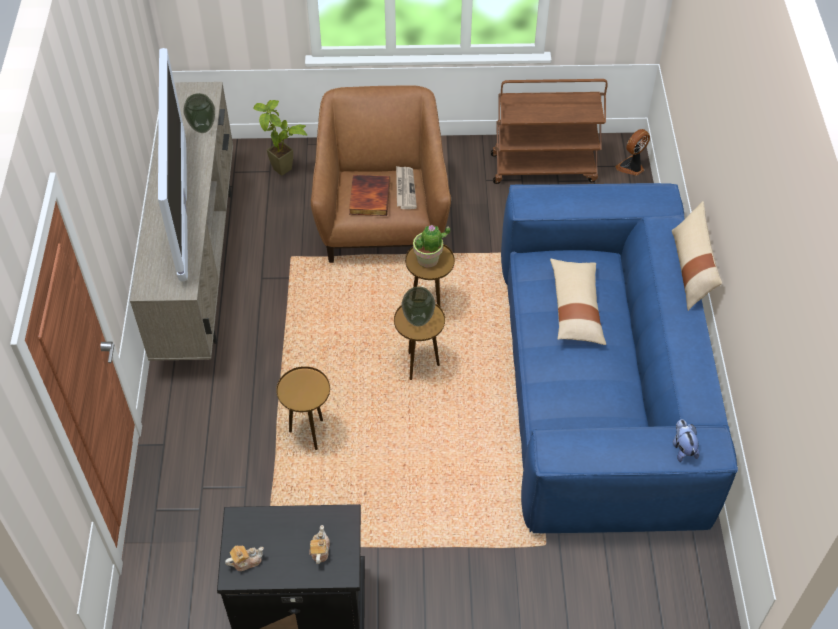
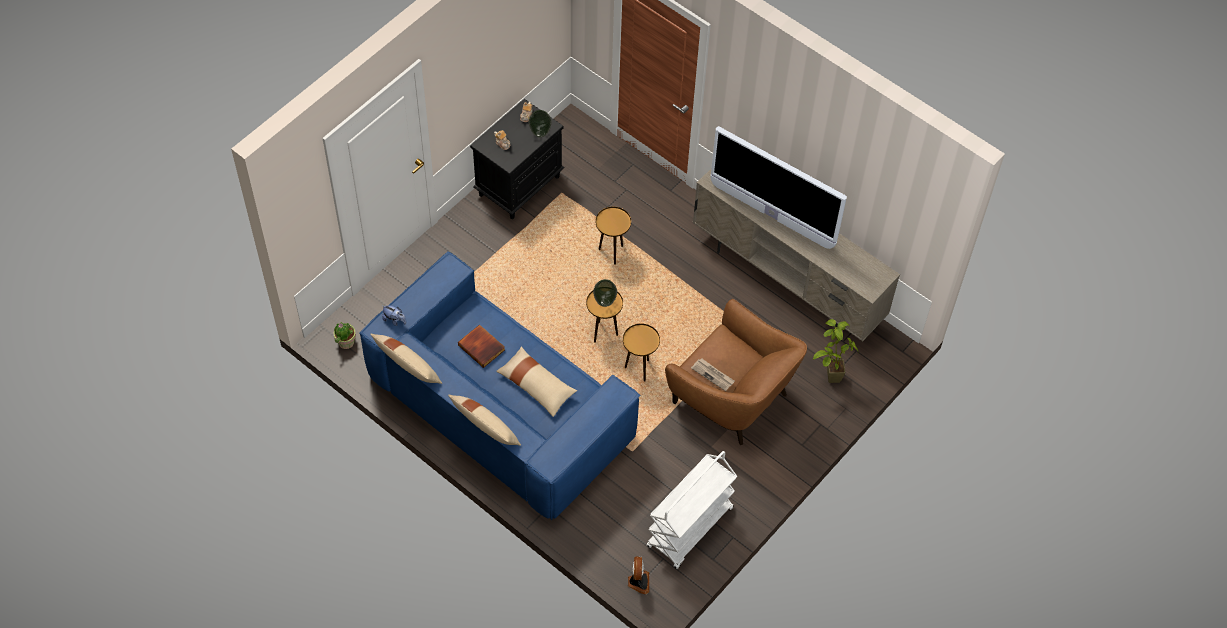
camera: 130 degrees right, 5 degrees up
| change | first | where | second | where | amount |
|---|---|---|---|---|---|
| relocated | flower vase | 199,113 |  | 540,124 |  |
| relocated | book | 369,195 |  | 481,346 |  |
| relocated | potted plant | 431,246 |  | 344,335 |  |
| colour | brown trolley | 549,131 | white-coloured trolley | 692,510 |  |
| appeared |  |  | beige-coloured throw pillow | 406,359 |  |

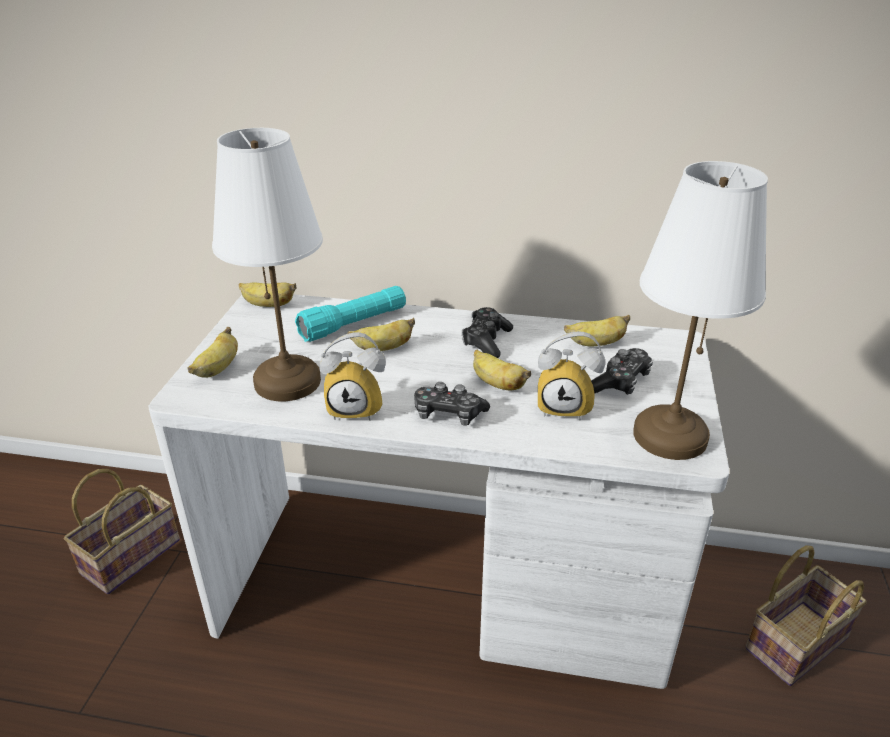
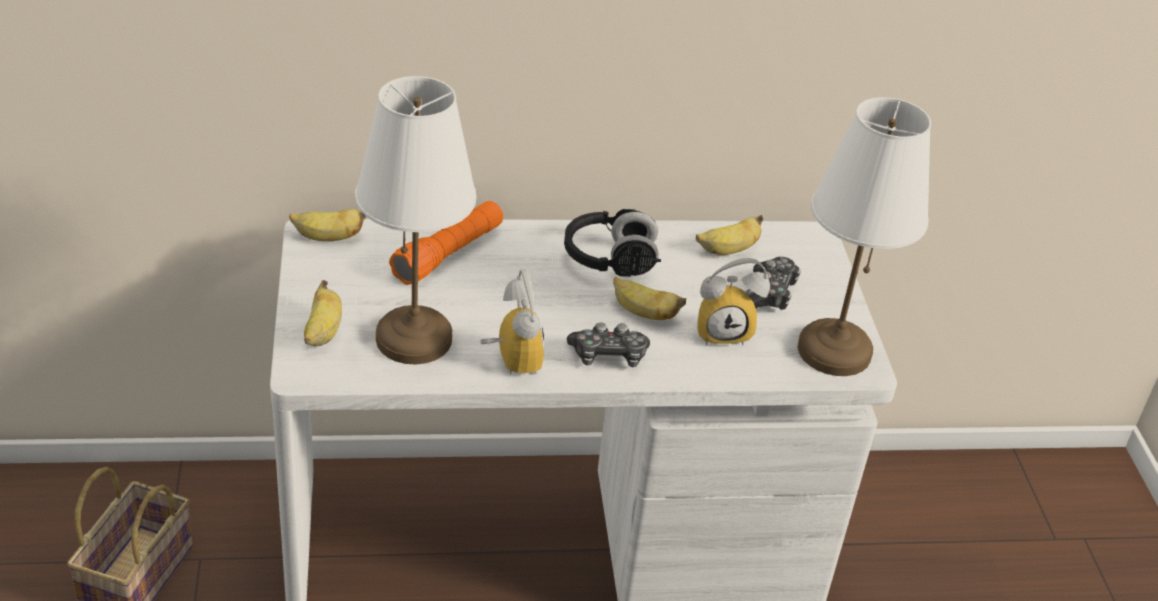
camera: 20 degrees left, 5 degrees up
| change | first | where | second | where | amount |
|---|---|---|---|---|---|
| colour | turquoise-coloured flashlight | 350,314 | orange flashlight | 446,243 |  |
| spun | alarm clock | 353,376 |  | 512,321 | 90 degrees counterclockwise |
| missing | banana fruit | 381,334 |  |  |  |
| exchanged | game controller | 487,332 | black pair of headphones | 612,243 |  |
| missing | household basket | 806,615 |  |  |  |

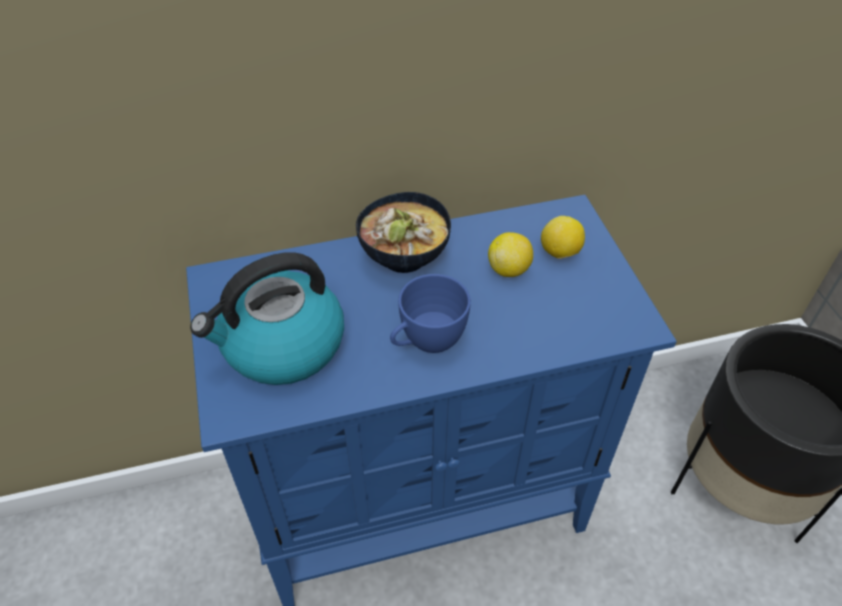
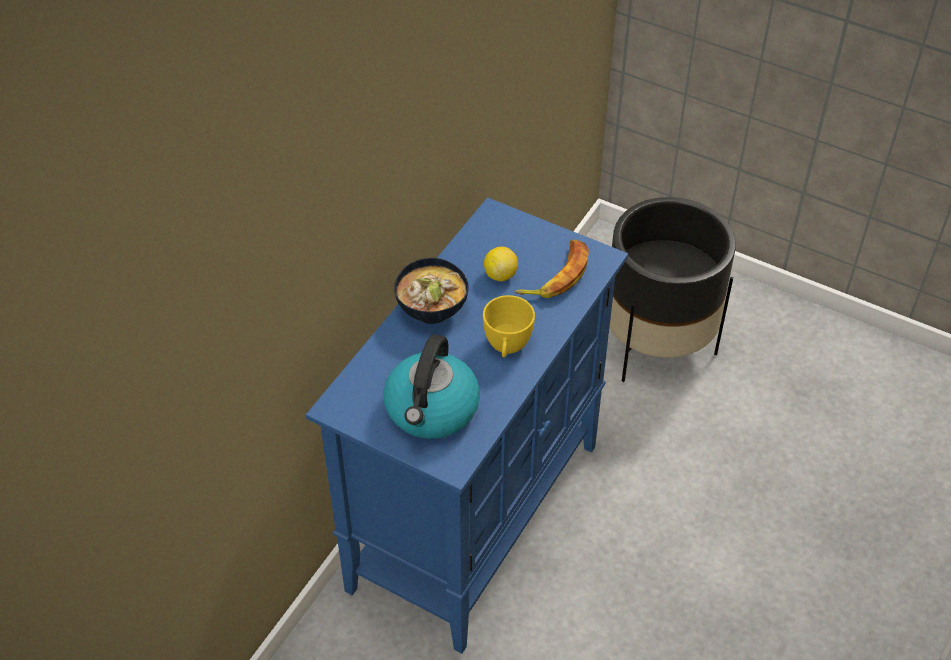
camera: 45 degrees left, 0 degrees up
| change | first | where | second | where | amount |
|---|---|---|---|---|---|
| colour | blue-coloured cup | 430,313 | yellowish cup | 509,326 |  |
| missing | citrus fruit | 563,237 |  |  |  |
| appeared |  |  | banana fruit | 551,269 |  |

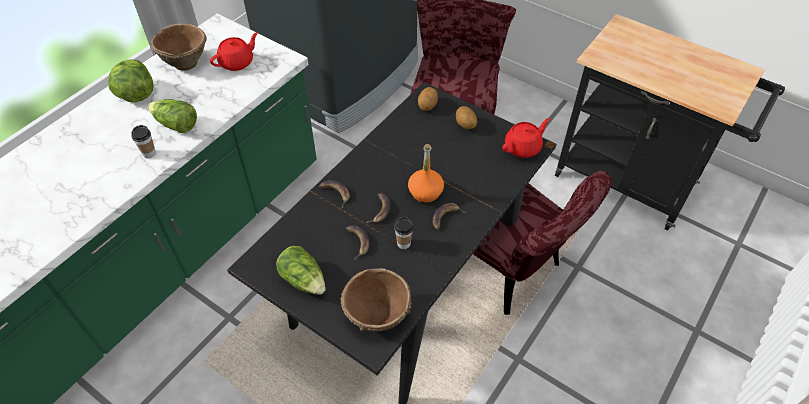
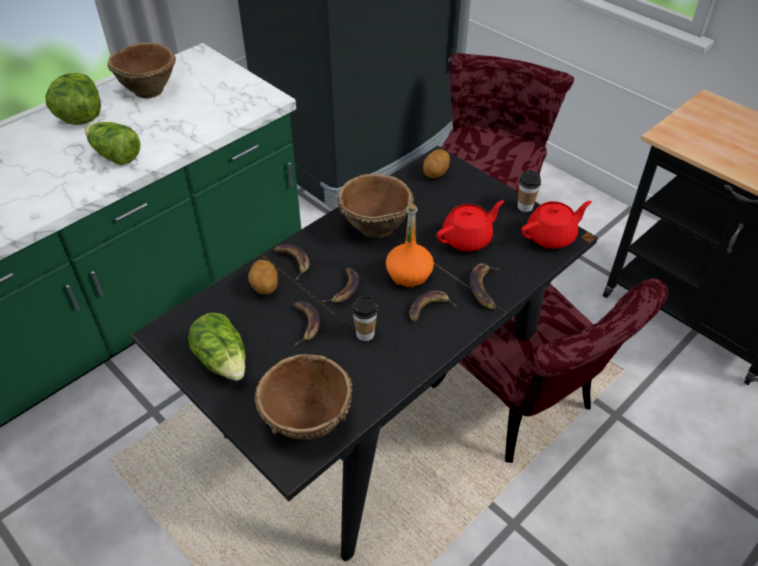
camera: 10 degrees right, 5 degrees down
| change | first | where | second | where | amount |
|---|---|---|---|---|---|
| relocated | cup | 143,141 |  | 529,191 |  |
| relocated | red-coloured teapot | 234,51 |  | 470,226 |  |
| relocated | potato | 466,117 |  | 263,277 |  |
| appeared |  |  | brown serving bowl | 375,206 |  |
| appeared |  |  | banana fruit | 484,286 |  |

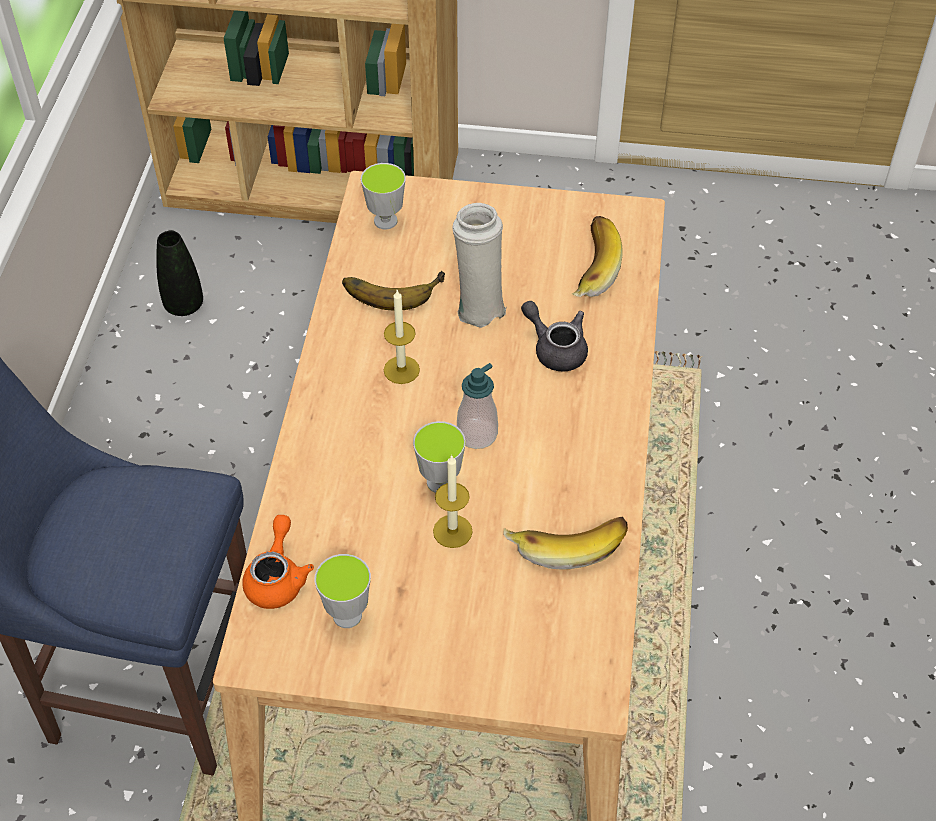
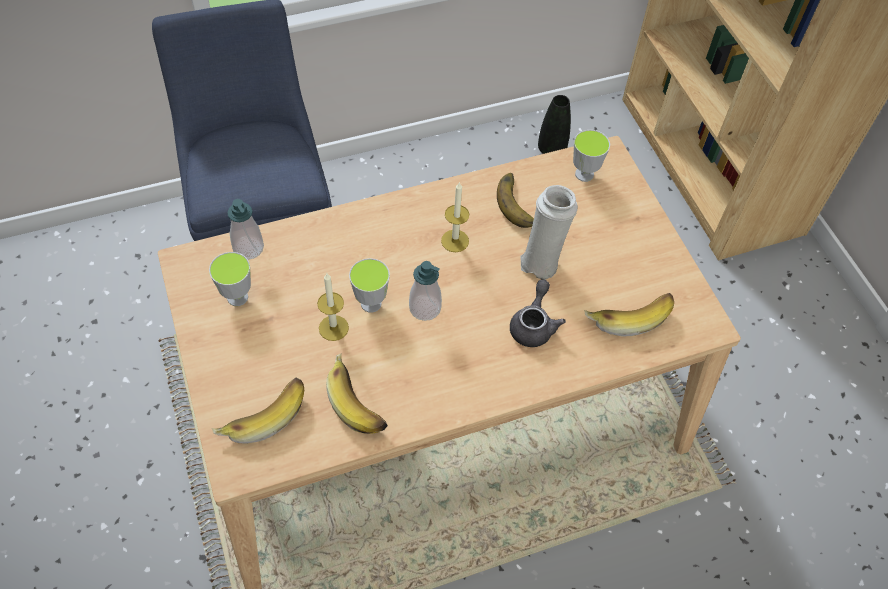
camera: 60 degrees right, 5 degrees up
| change | first | where | second | where | amount |
|---|---|---|---|---|---|
| exchanged | orange teapot | 278,562 | soap bottle | 245,229 |  |
| appeared |  |  | banana fruit | 258,410 |  |

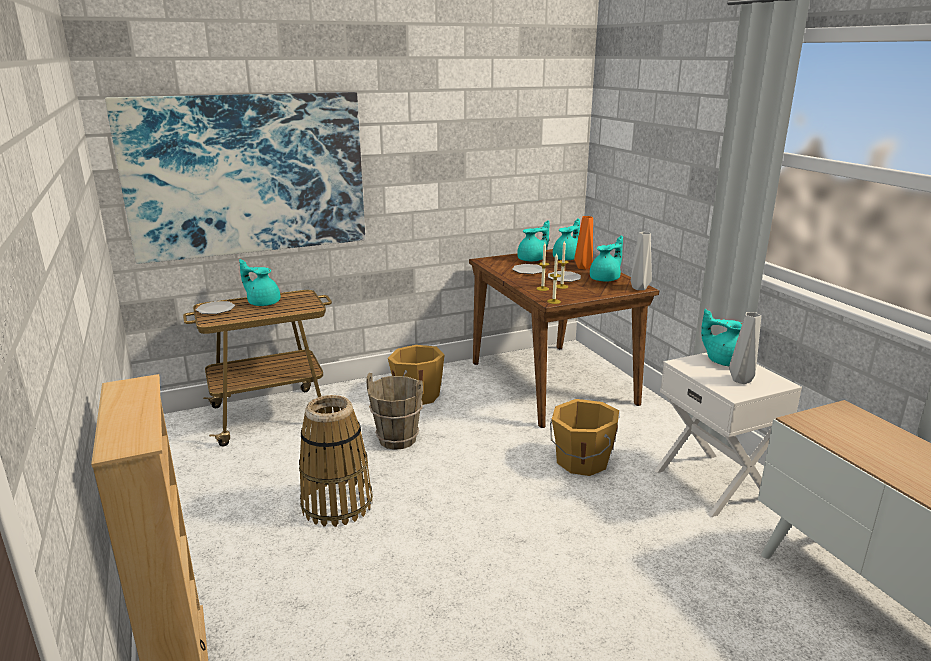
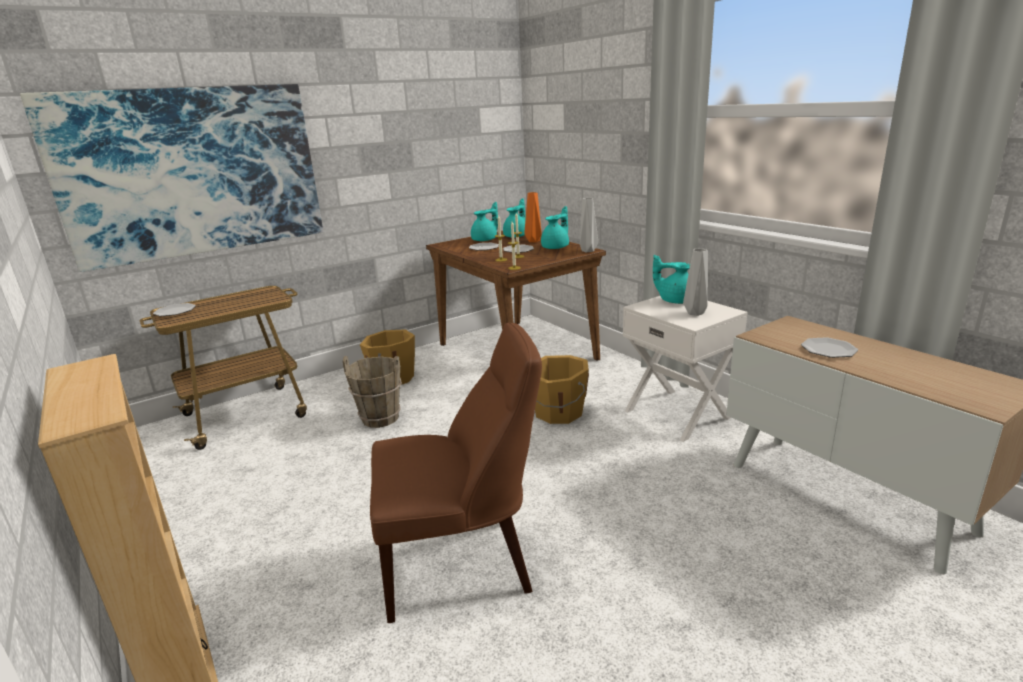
camera: 10 degrees left, 0 degrees up
| change | first | where | second | where | amount |
|---|---|---|---|---|---|
| missing | turquoise-coloured teapot | 259,282 |  |  |  |
| missing | household basket | 336,461 |  |  |  |
| appeared |  |  | brown chair | 456,472 |  |
| appeared |  |  | plate | 829,347 |  |

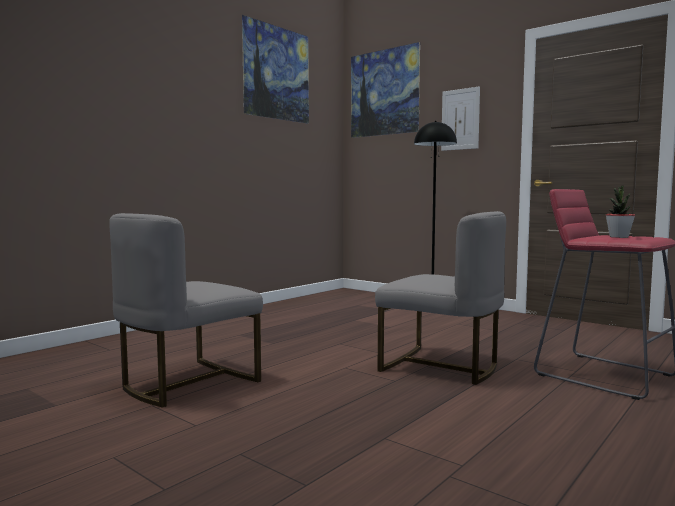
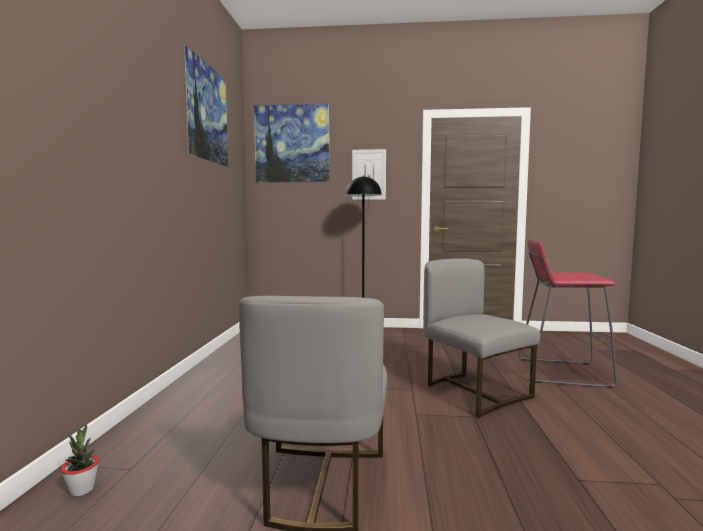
camera: 35 degrees left, 0 degrees up
| change | first | where | second | where | amount |
|---|---|---|---|---|---|
| spun | grey chair | 440,298 |  | 481,338 | 120 degrees counterclockwise |
| relocated | potted plant | 620,212 |  | 80,460 |  |

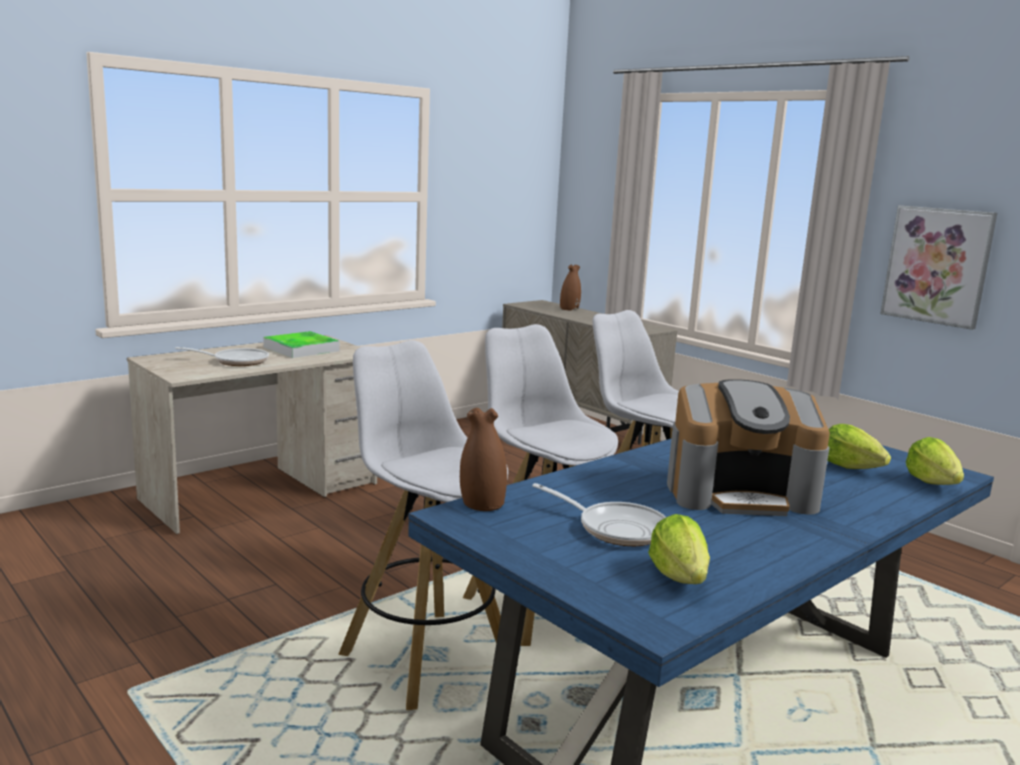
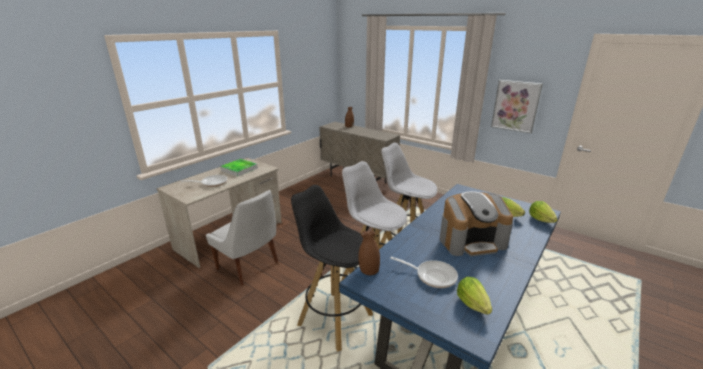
camera: 10 degrees left, 10 degrees up
| change | first | where | second | where | amount |
|---|---|---|---|---|---|
| colour | white-coloured sitting stool | 423,525 | black sitting stool | 332,268 |  |
| appeared |  |  | white-coloured chair | 242,238 |  |

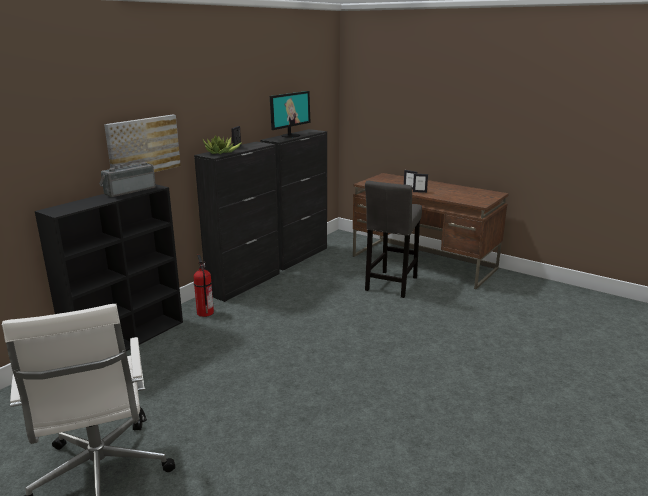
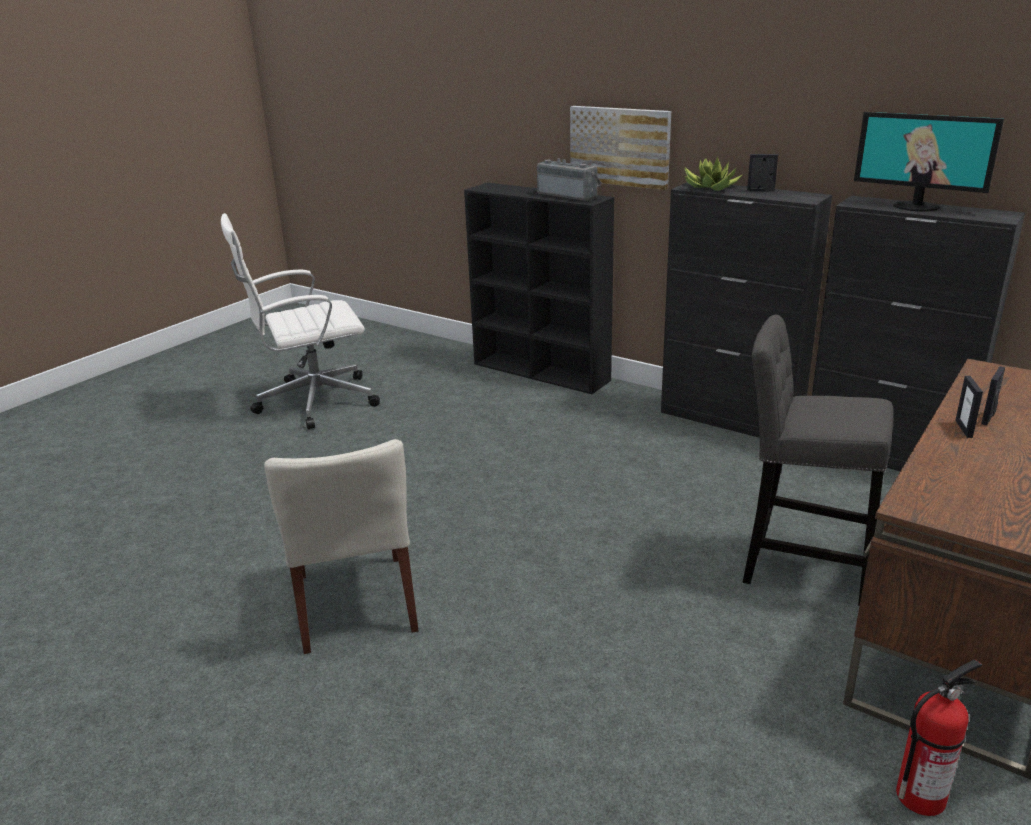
camera: 90 degrees right, 5 degrees up
| change | first | where | second | where | amount |
|---|---|---|---|---|---|
| relocated | fire-fighting cylinder | 204,285 |  | 939,738 |  |
| appeared |  |  | beige-coloured chair | 341,546 |  |

